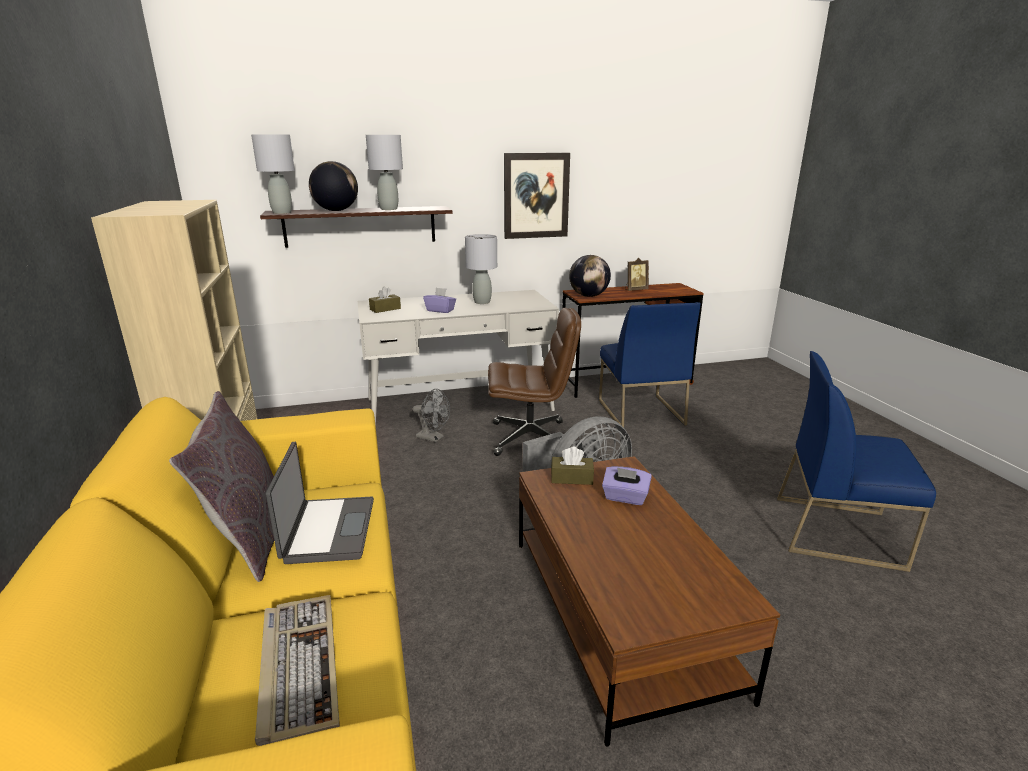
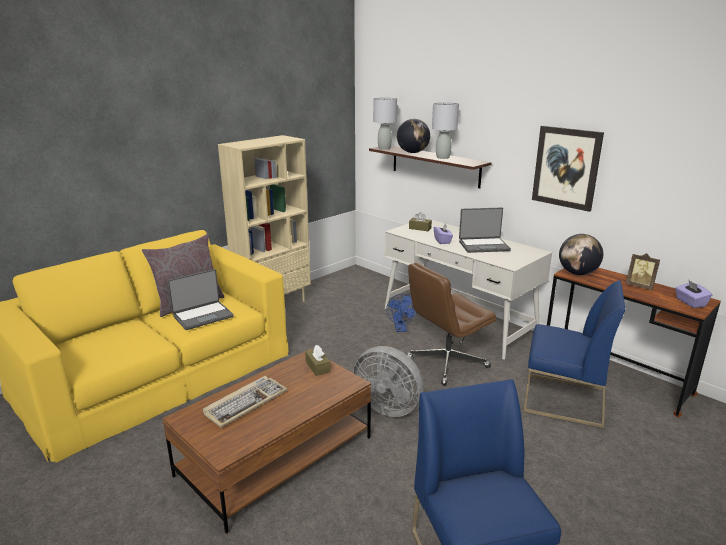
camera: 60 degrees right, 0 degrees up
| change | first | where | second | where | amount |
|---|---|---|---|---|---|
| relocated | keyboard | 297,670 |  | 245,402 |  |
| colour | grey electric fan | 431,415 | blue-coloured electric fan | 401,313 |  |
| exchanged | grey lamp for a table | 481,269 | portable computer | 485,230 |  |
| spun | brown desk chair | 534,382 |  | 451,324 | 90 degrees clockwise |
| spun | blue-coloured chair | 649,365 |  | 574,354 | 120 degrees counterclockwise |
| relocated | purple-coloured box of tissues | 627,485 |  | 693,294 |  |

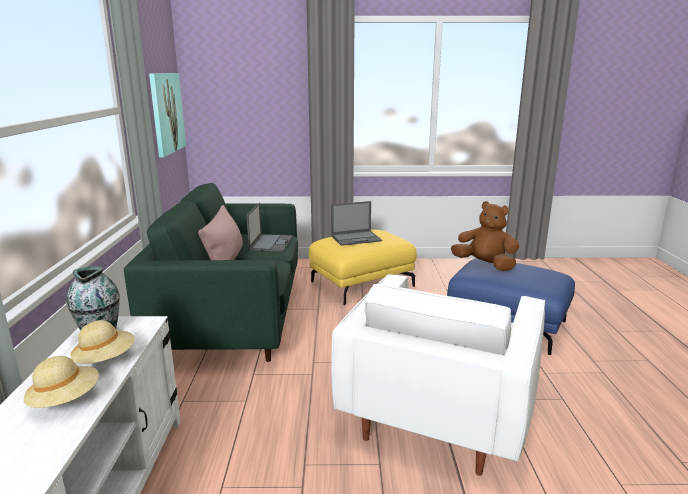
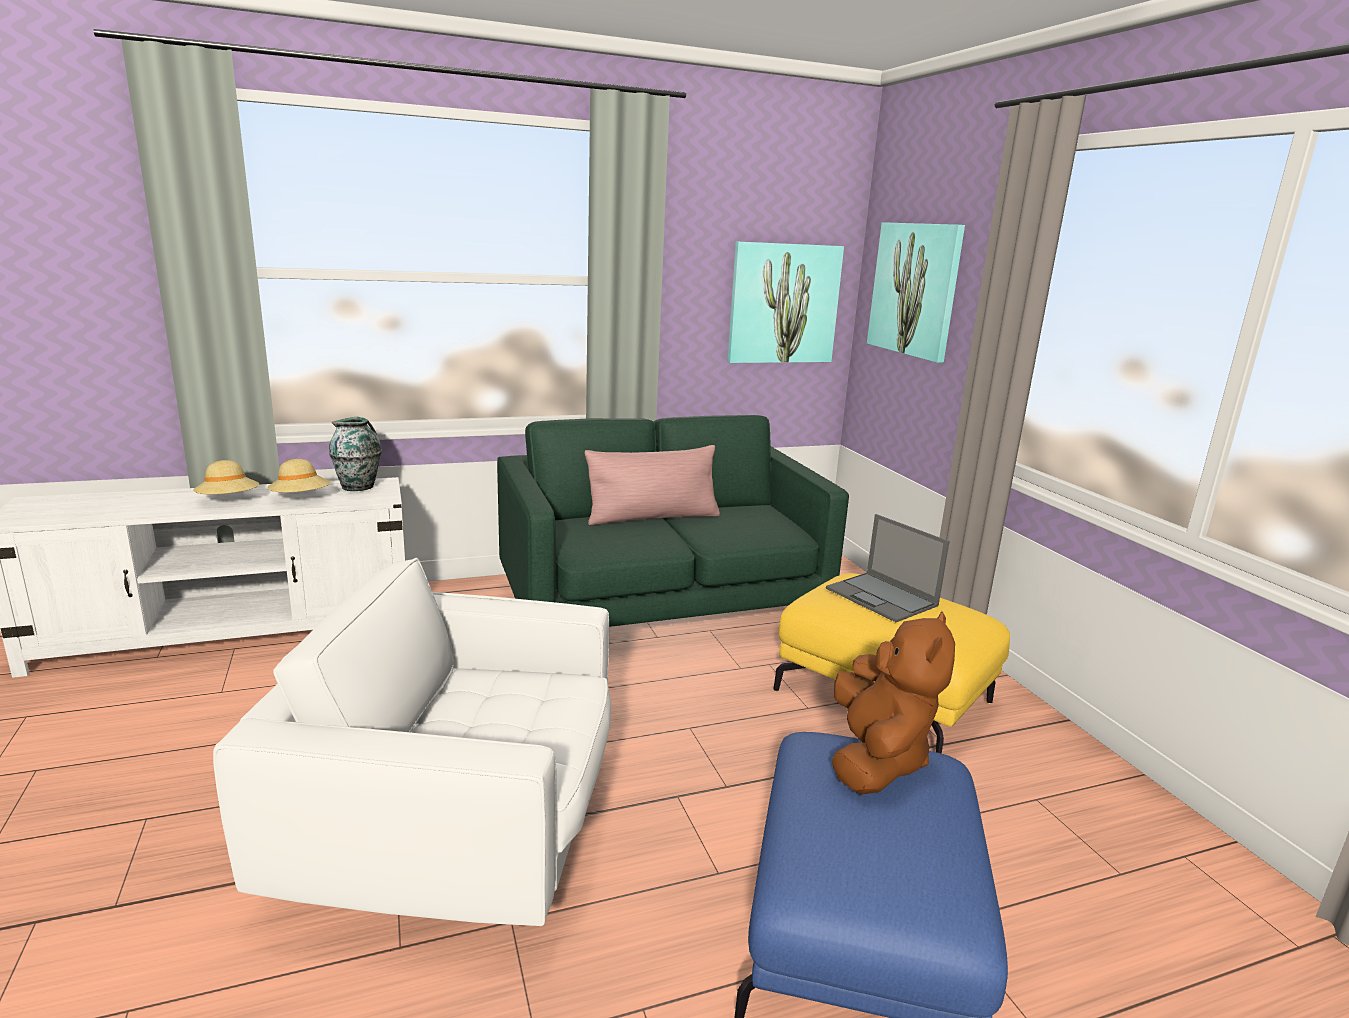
camera: 70 degrees right, 0 degrees up
| change | first | where | second | where | amount |
|---|---|---|---|---|---|
| missing | portable computer | 269,227 |  |  |  |
| appeared |  |  | picture | 916,292 |  |

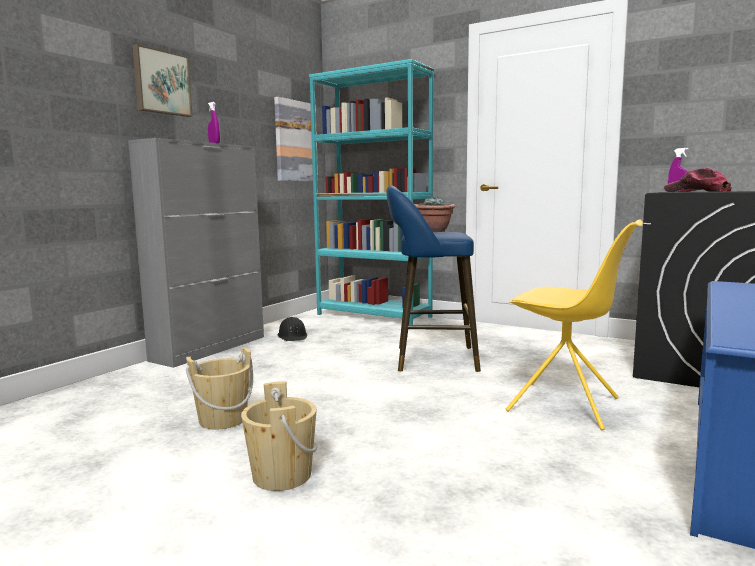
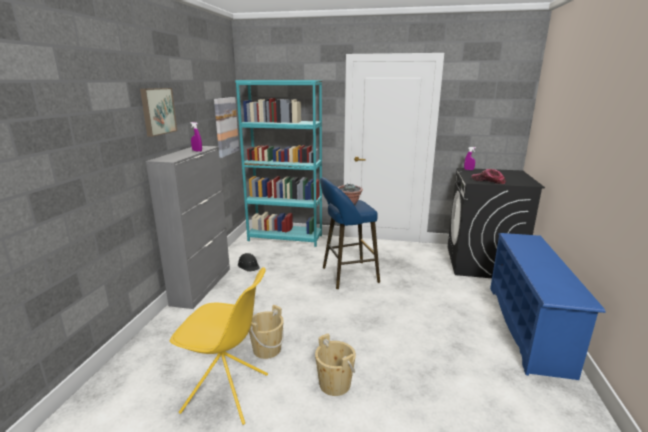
camera: 20 degrees left, 10 degrees up
| change | first | where | second | where | amount |
|---|---|---|---|---|---|
| relocated | yellowish chair | 574,324 |  | 219,346 |  |

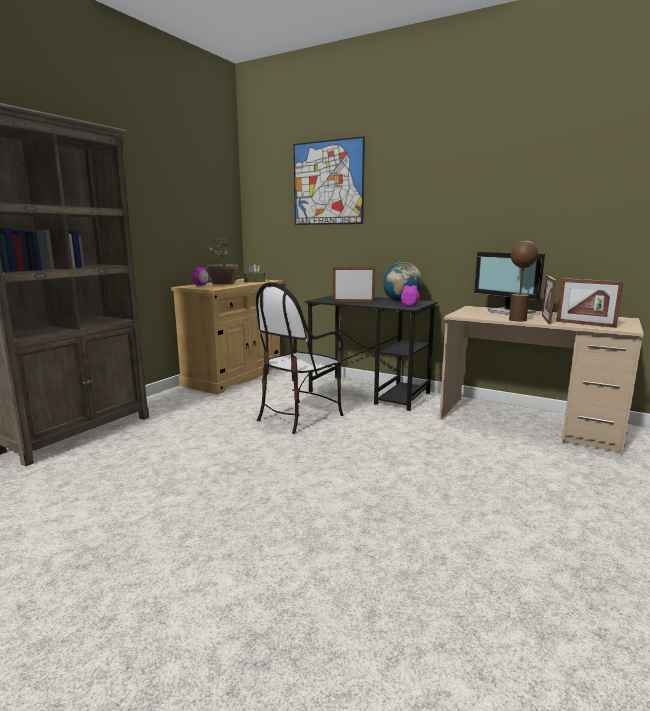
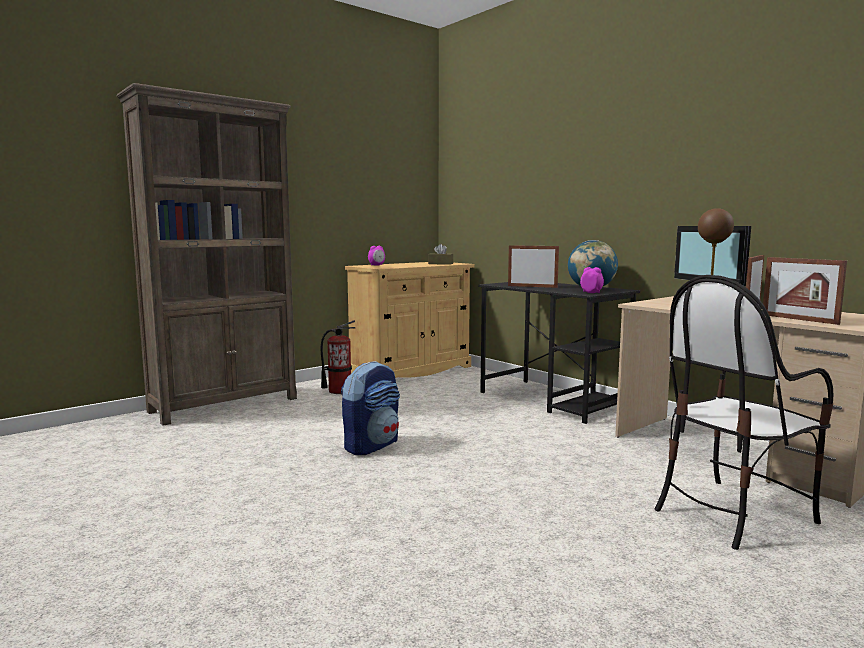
camera: 20 degrees right, 5 degrees down
| change | first | where | second | where | amount |
|---|---|---|---|---|---|
| missing | potted plant | 222,260 |  |  |  |
| relocated | chair | 300,358 |  | 744,412 |  |
| missing | picture | 329,180 |  |  |  |
| appeared |  |  | fire-fighting cylinder | 338,357 |  |
| appeared |  |  | rucksack | 370,408 |  |

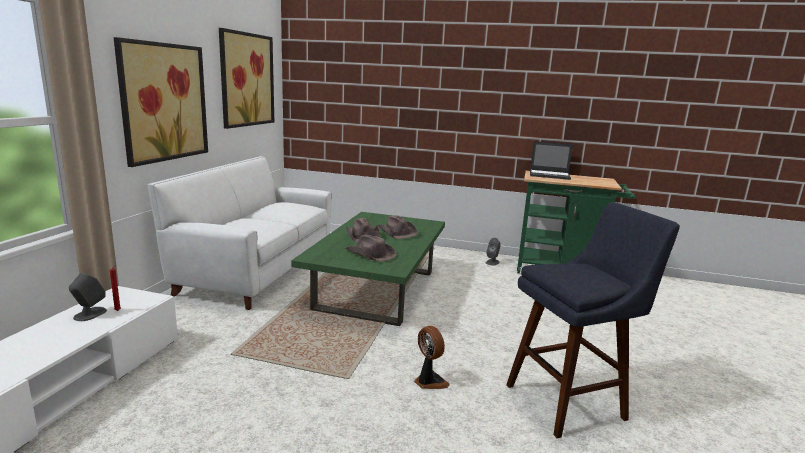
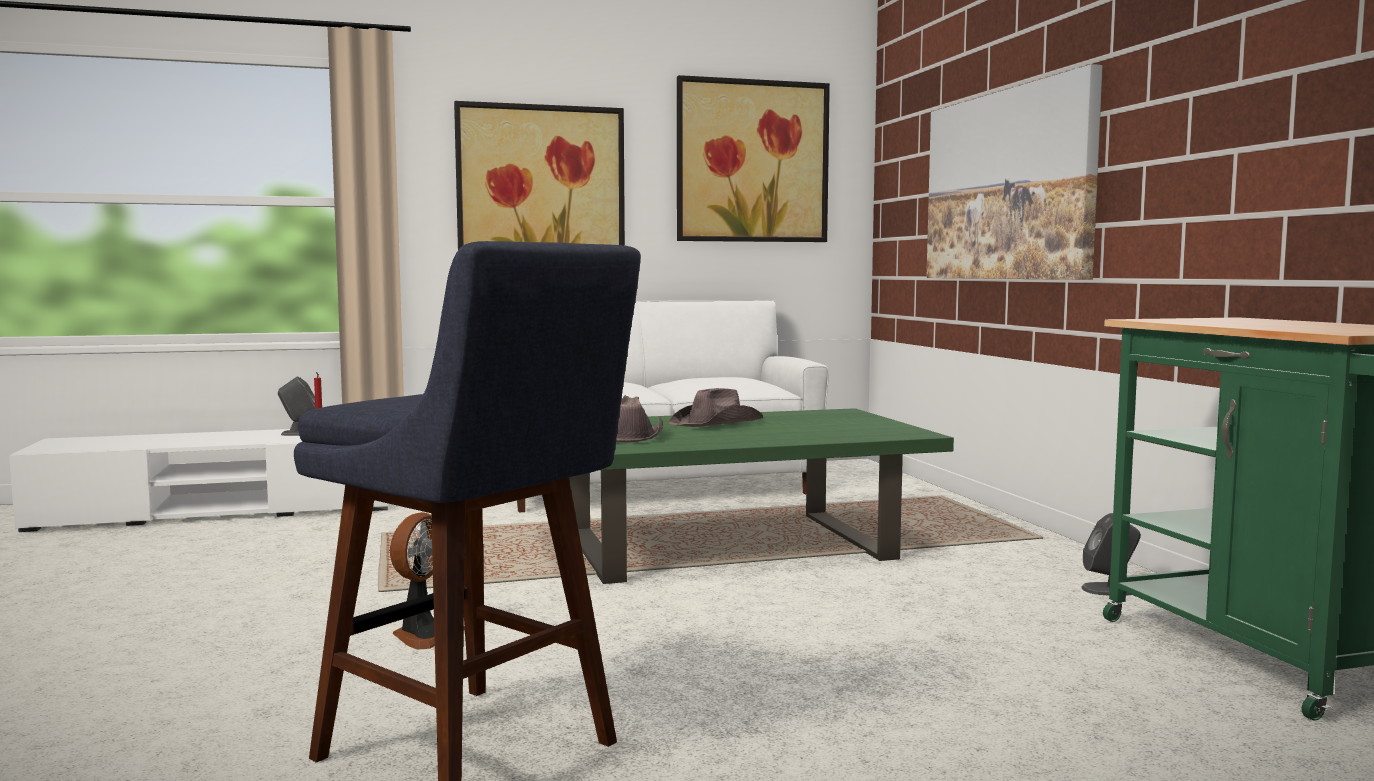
camera: 60 degrees right, 10 degrees down
| change | first | where | second | where | amount |
|---|---|---|---|---|---|
| missing | brown hat | 398,227 |  |  |  |
| missing | portable computer | 551,160 |  |  |  |
| appeared |  |  | picture | 1014,172 |  |

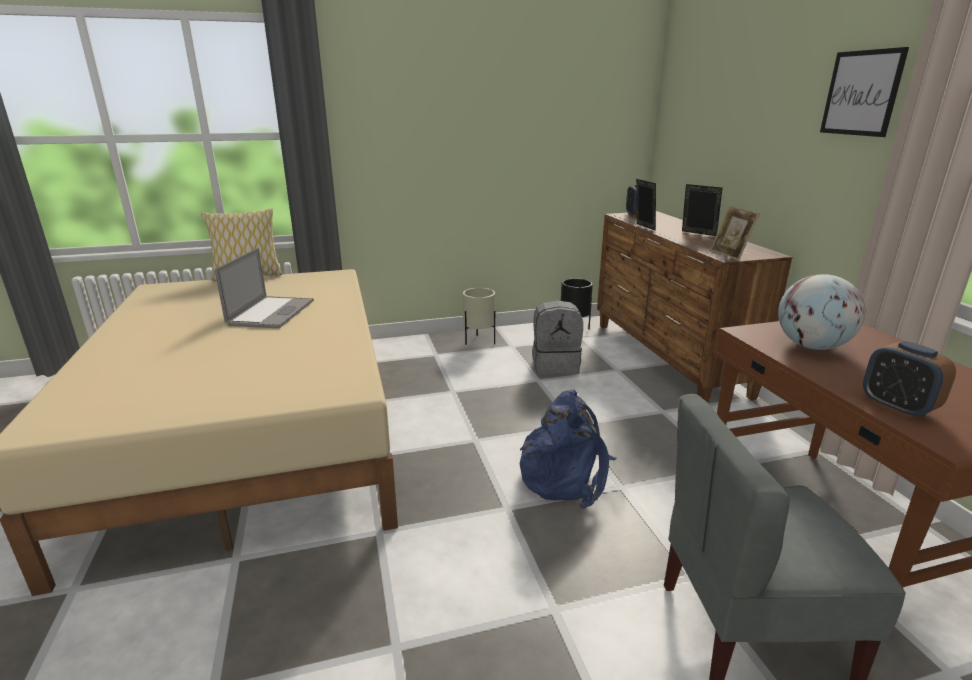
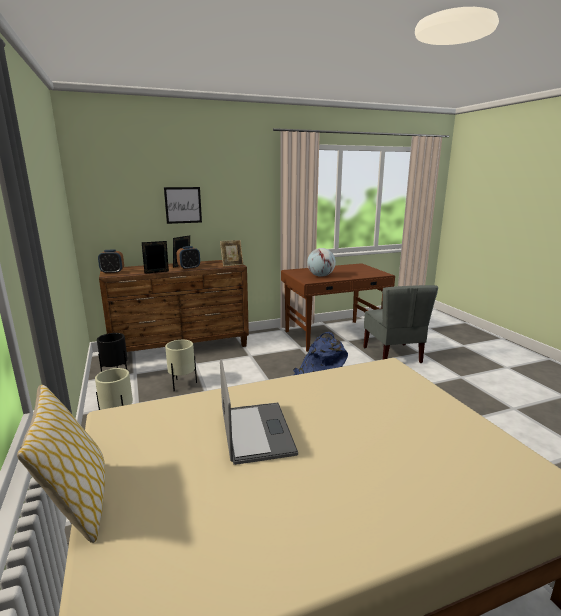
camera: 95 degrees left, 5 degrees down
| change | first | where | second | where | amount |
|---|---|---|---|---|---|
| spun | portable computer | 264,288 |  | 259,412 | 75 degrees clockwise |
| exchanged | grey rucksack | 557,337 | beige-coloured planter | 181,365 |  |
| relocated | picture | 864,92 |  | 183,205 |  |
| relocated | alarm clock | 909,379 |  | 188,258 |  |

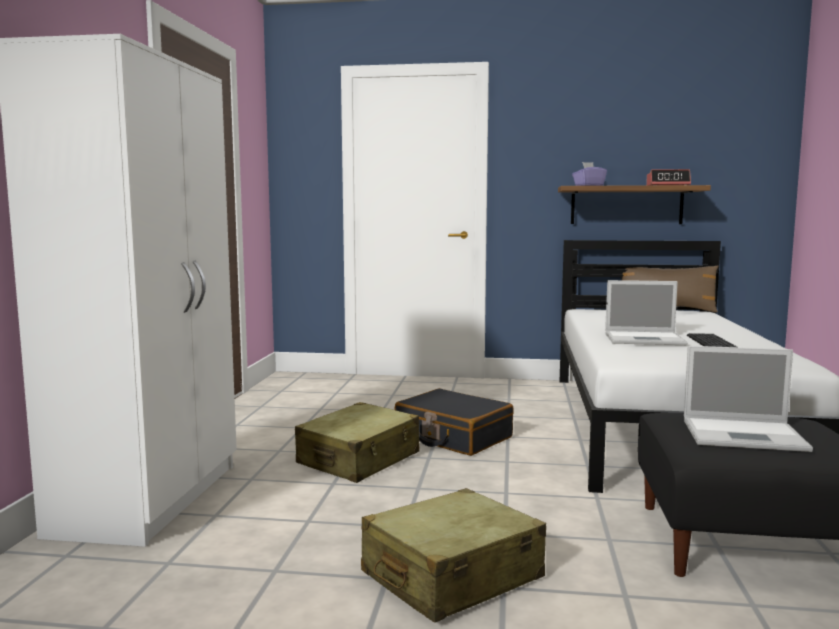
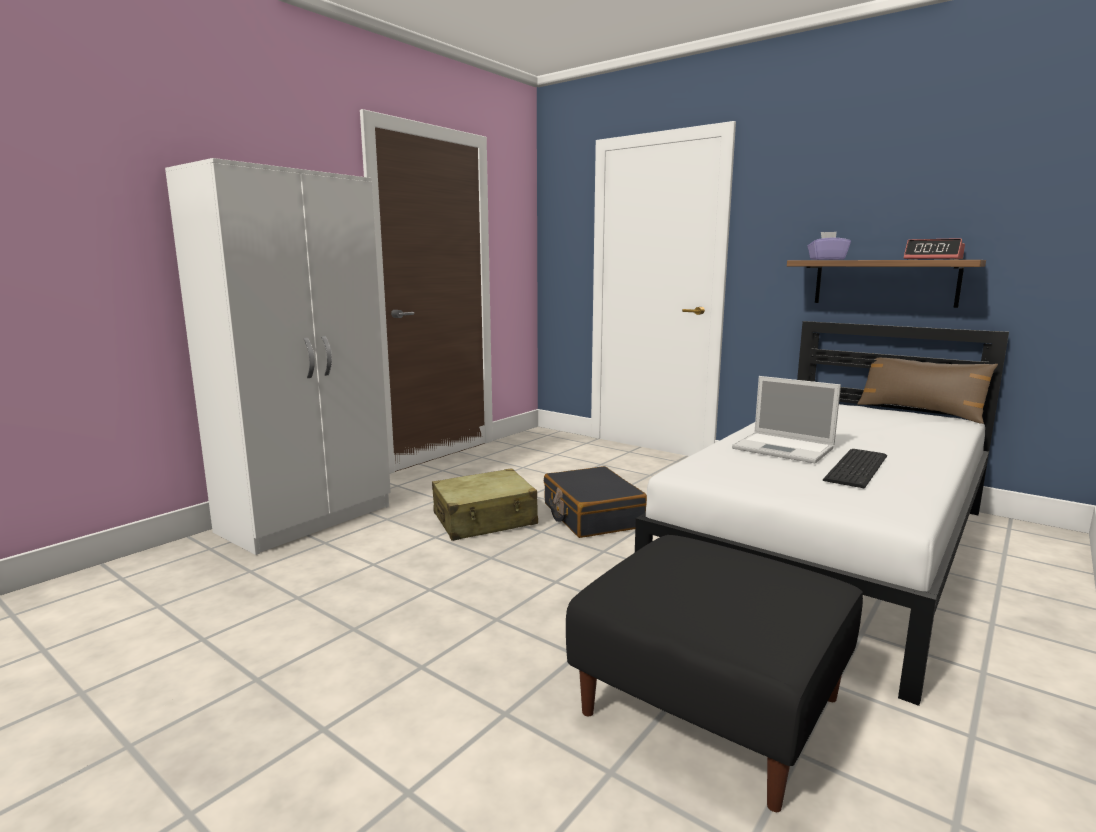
camera: 30 degrees right, 5 degrees up
| change | first | where | second | where | amount |
|---|---|---|---|---|---|
| missing | beige-coloured suitcase | 453,555 |  |  |  |
| missing | portable computer | 748,399 |  |  |  |

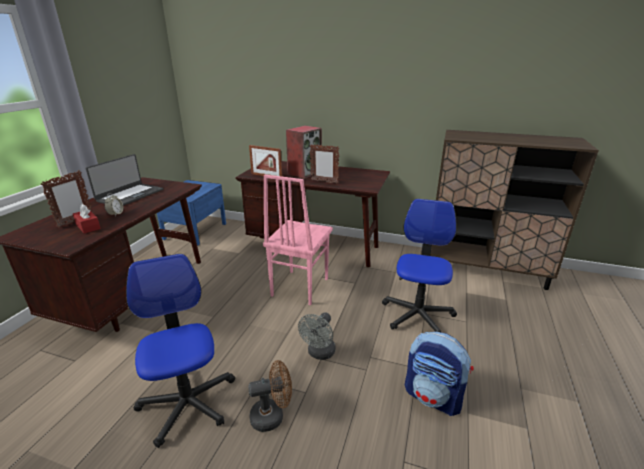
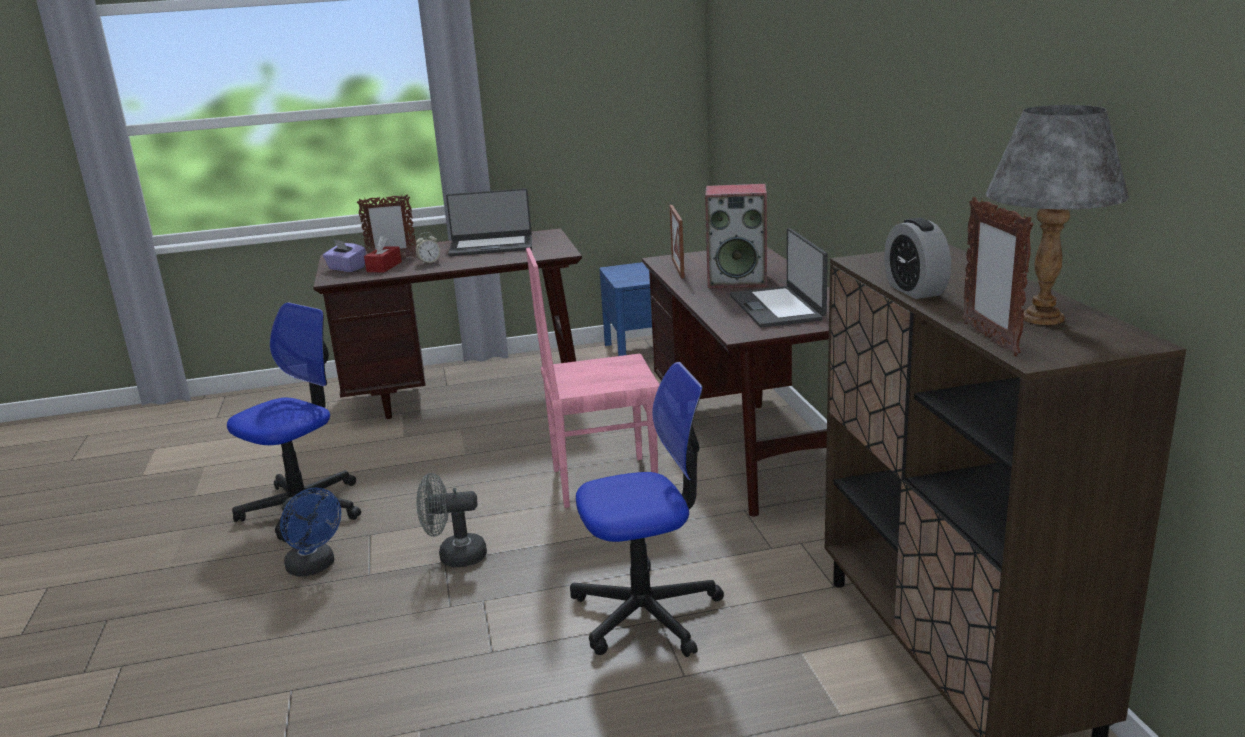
camera: 60 degrees right, 5 degrees down
| change | first | where | second | where | amount |
|---|---|---|---|---|---|
| colour | brown electric fan | 270,396 | blue-coloured electric fan | 310,532 |  |
| relocated | picture frame | 324,164 |  | 998,276 |  |
| missing | rucksack | 439,374 |  |  |  |
| appeared |  |  | purple-coloured box of tissues | 344,255 |  |
| appeared |  |  | portable computer | 779,278 |  |
| appeared |  |  | alarm clock | 917,258 |  |
| appeared |  |  | grey lamp for a table | 1057,215 |  |

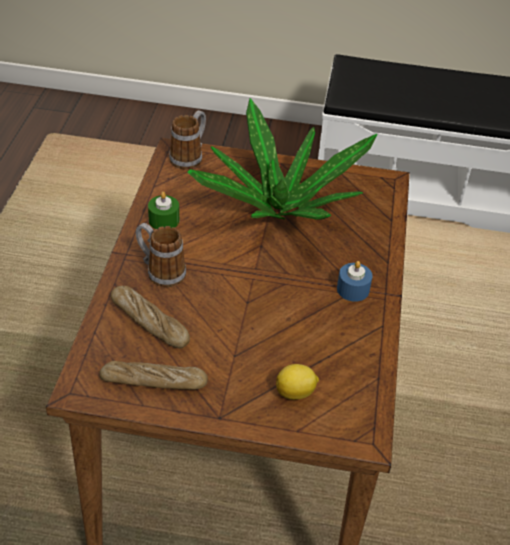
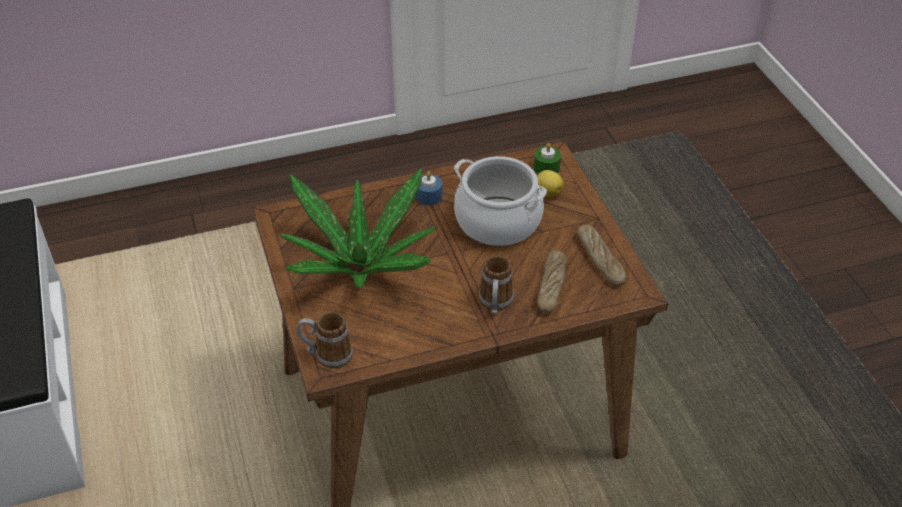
camera: 115 degrees left, 0 degrees up
| change | first | where | second | where | amount |
|---|---|---|---|---|---|
| relocated | green-coloured wax light | 163,210 |  | 547,158 |  |
| appeared |  |  | stockpot | 500,201 |  |

